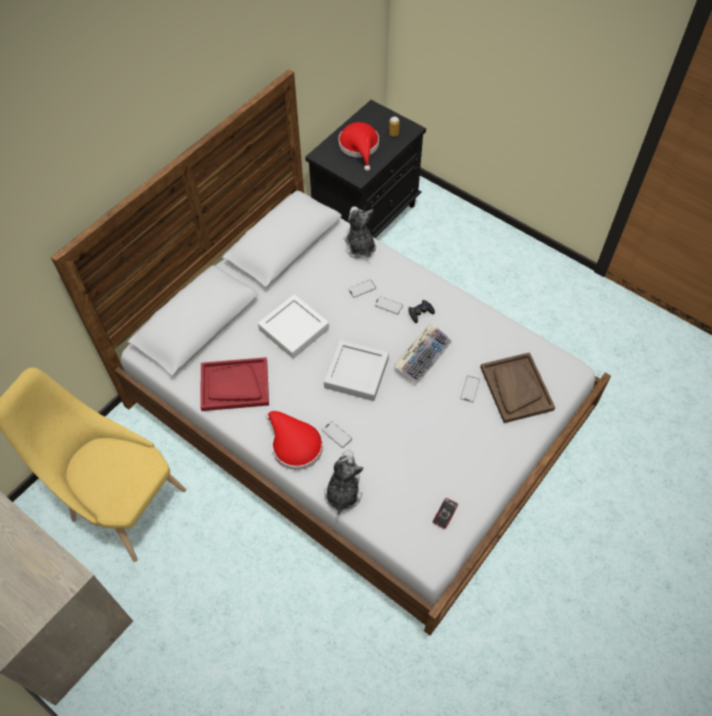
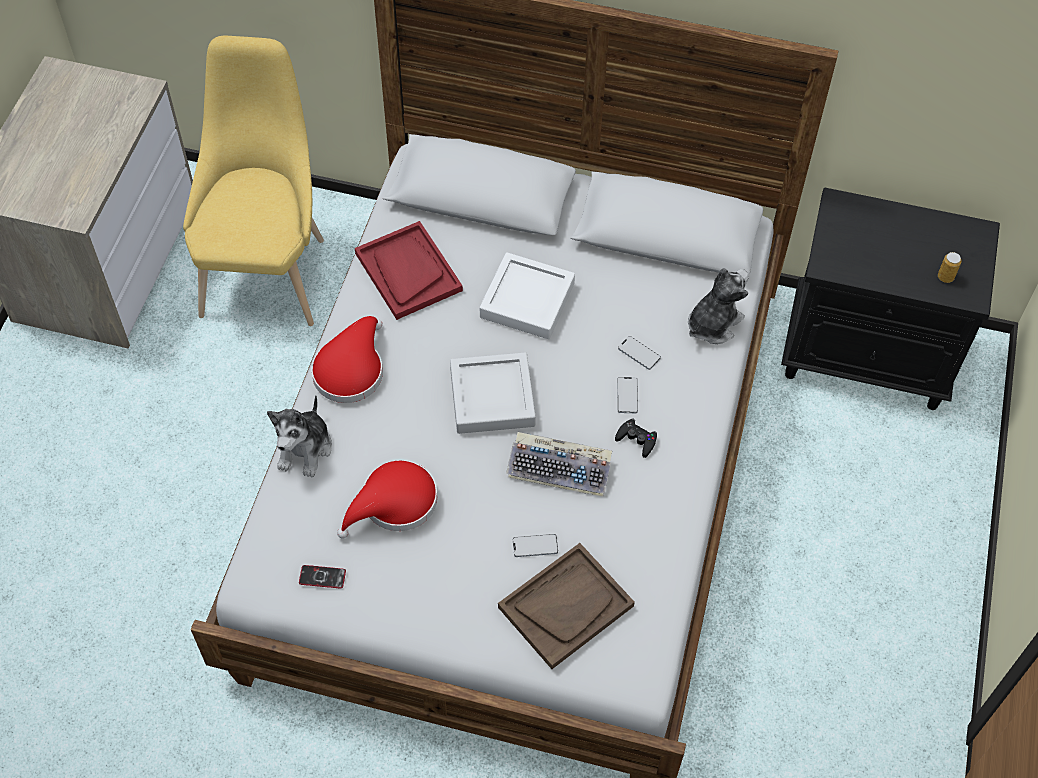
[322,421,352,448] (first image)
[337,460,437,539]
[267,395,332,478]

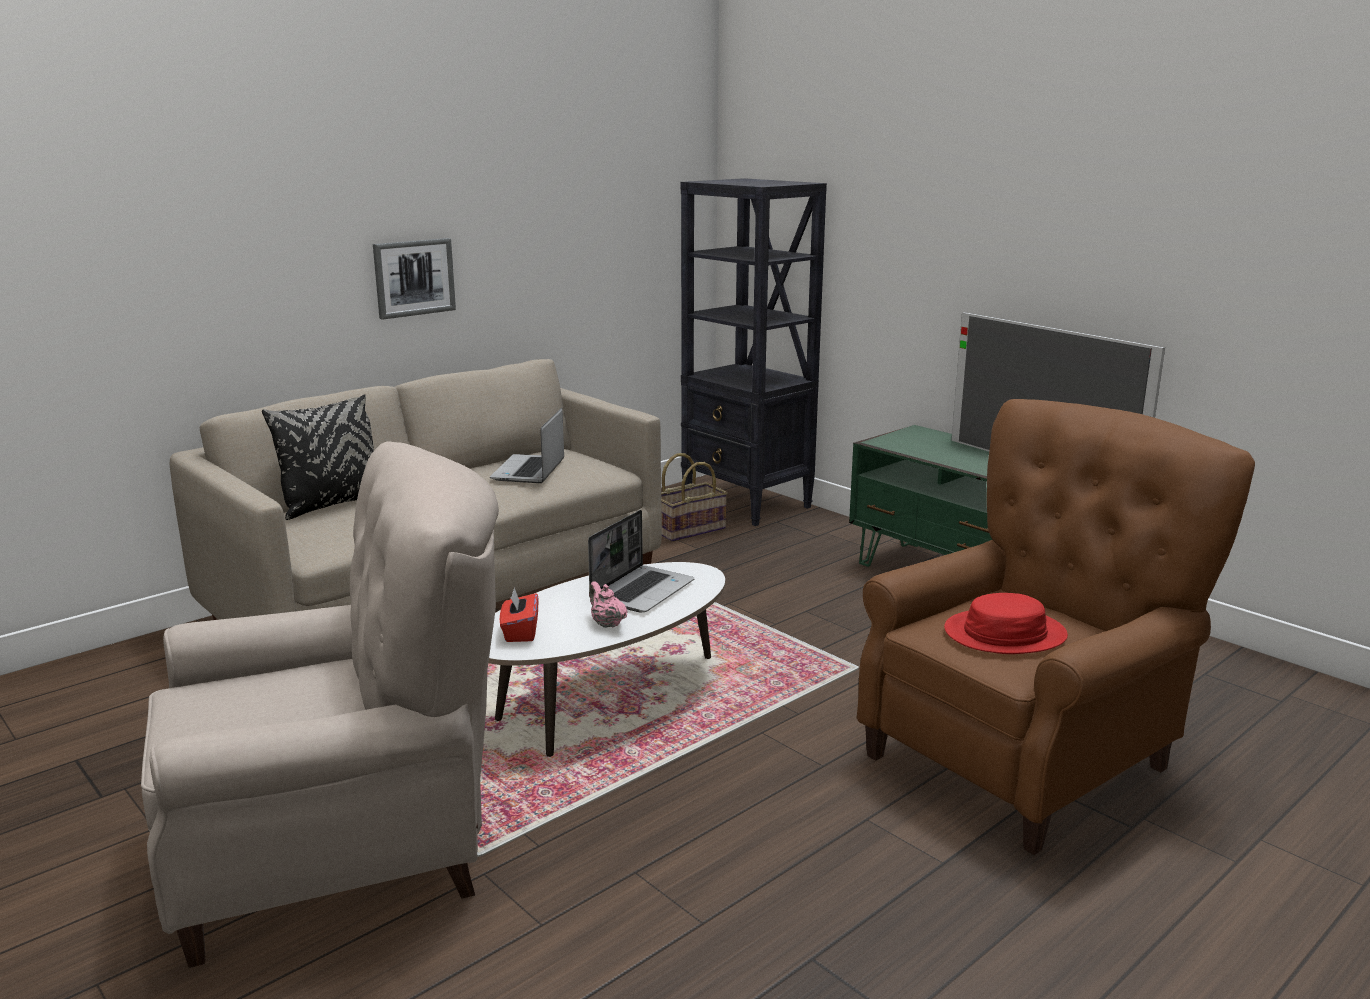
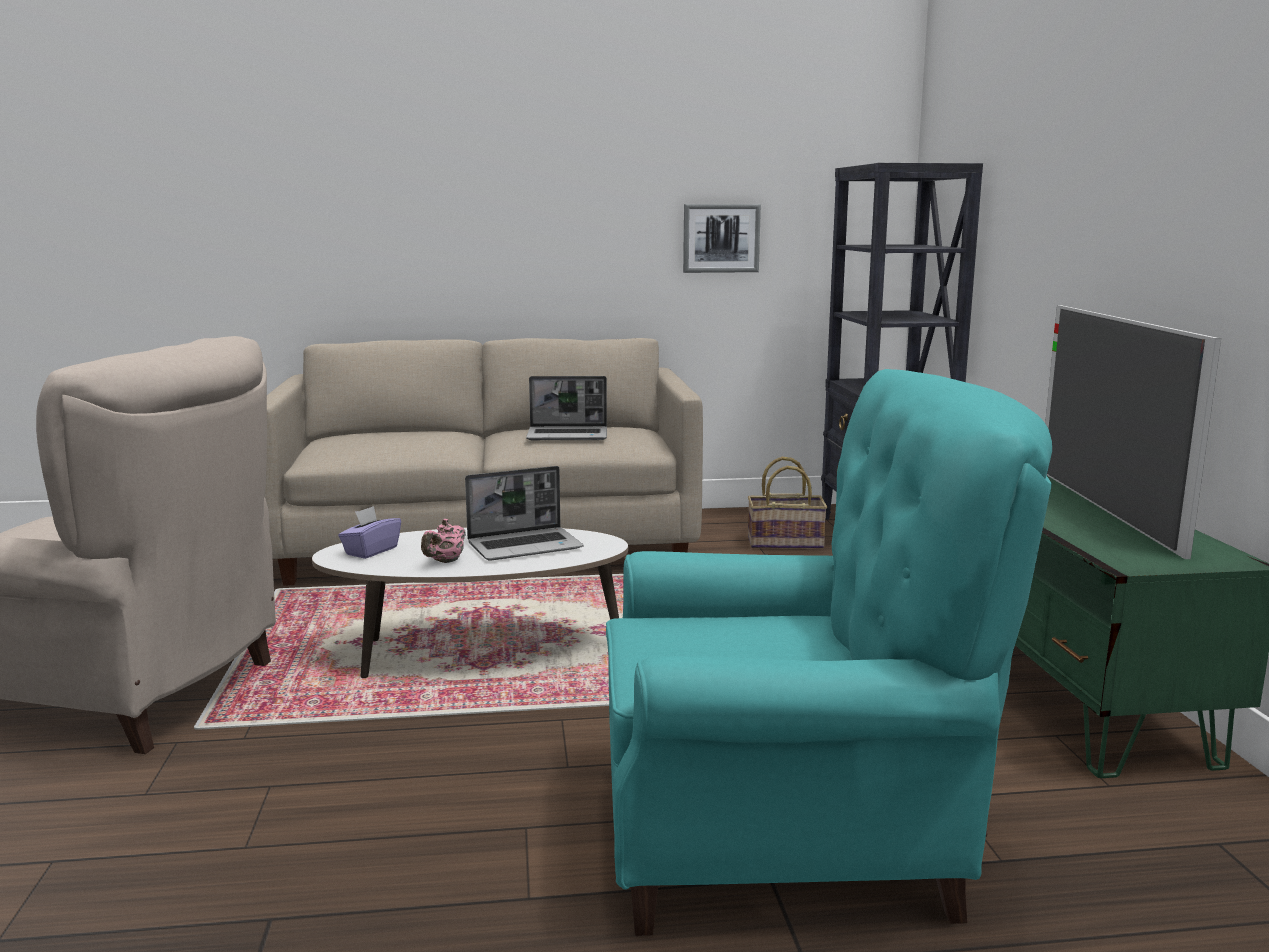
[262,394,374,520] (first image)
[944,593,1068,654] (first image)
[683,204,761,273]
[338,506,401,559]
[606,369,1052,936]
[526,376,607,440]
[421,519,466,563]

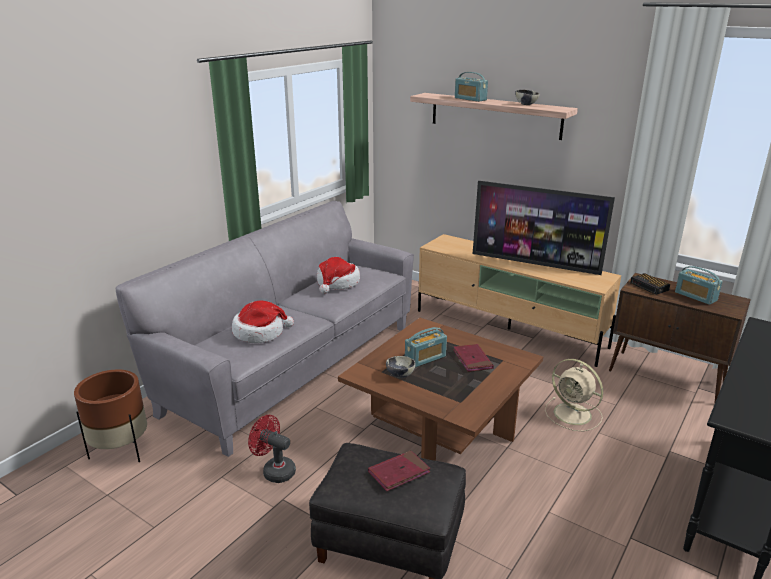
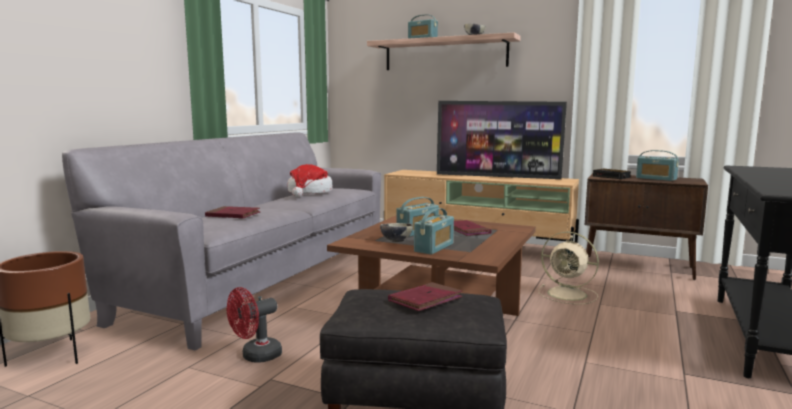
[414,208,454,254]
[205,206,261,219]
[227,287,282,363]

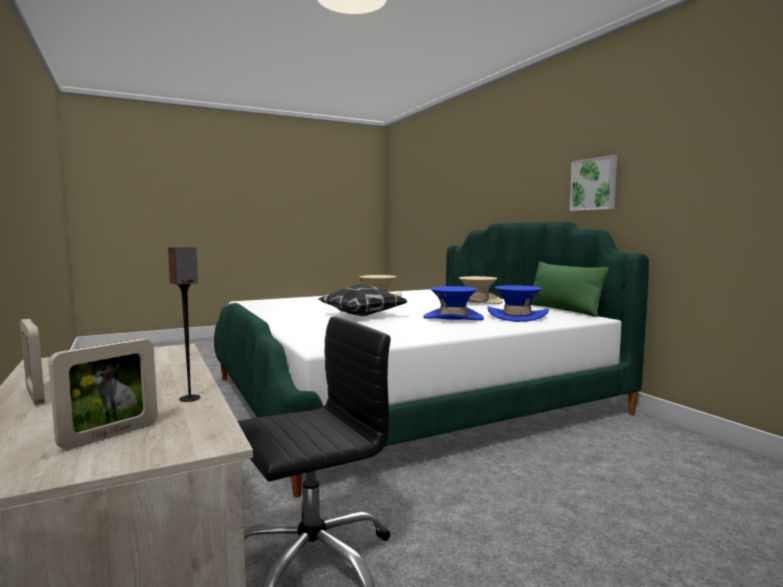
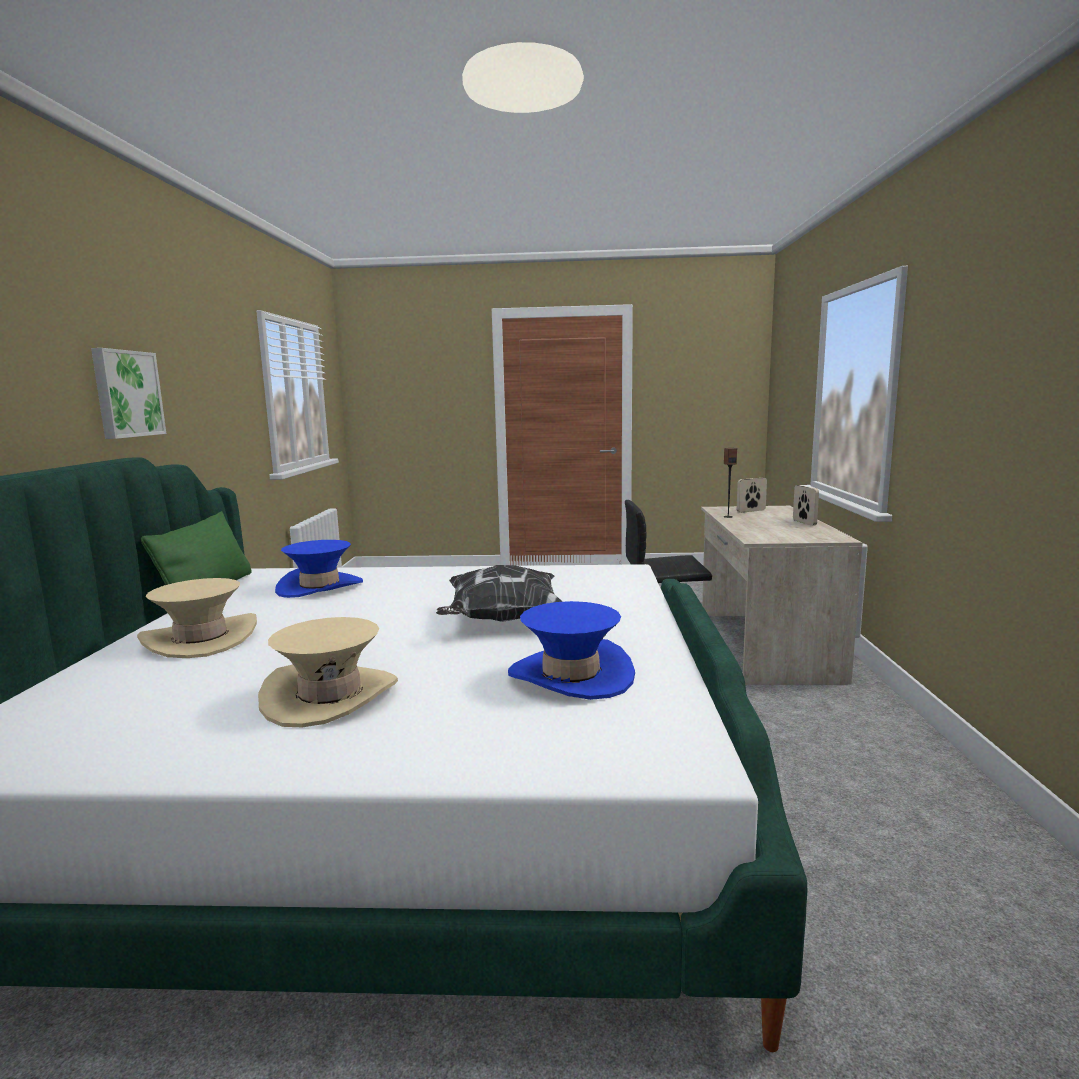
[508,601,635,700]

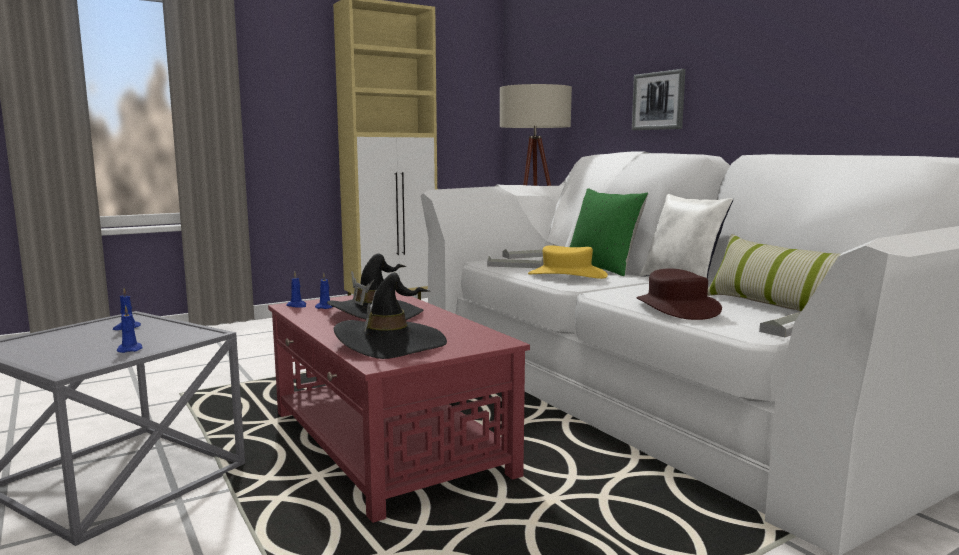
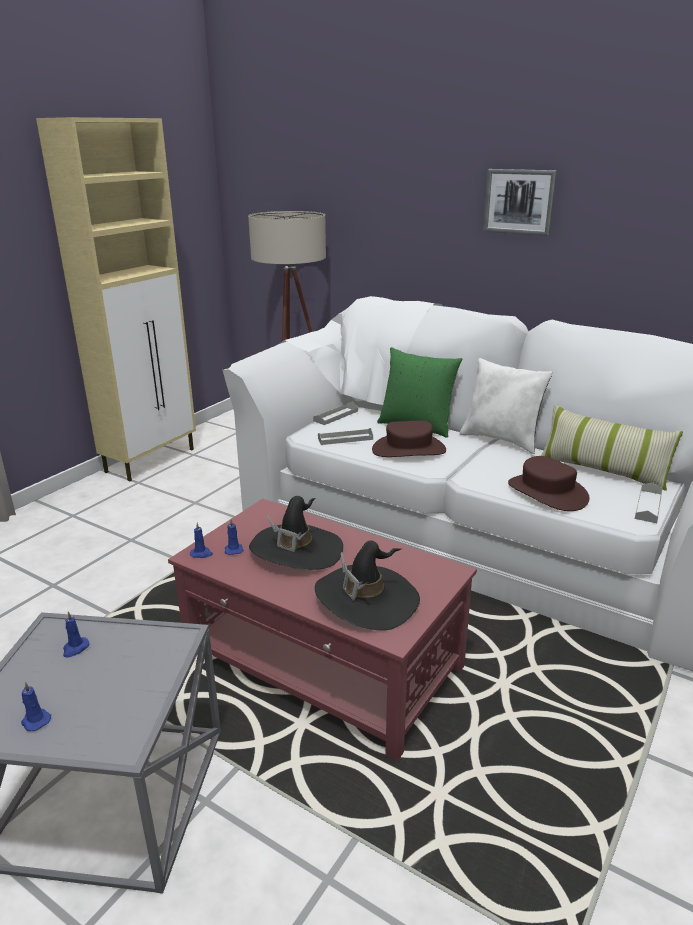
[21,682,51,731]
[483,169,557,236]
[372,420,446,457]

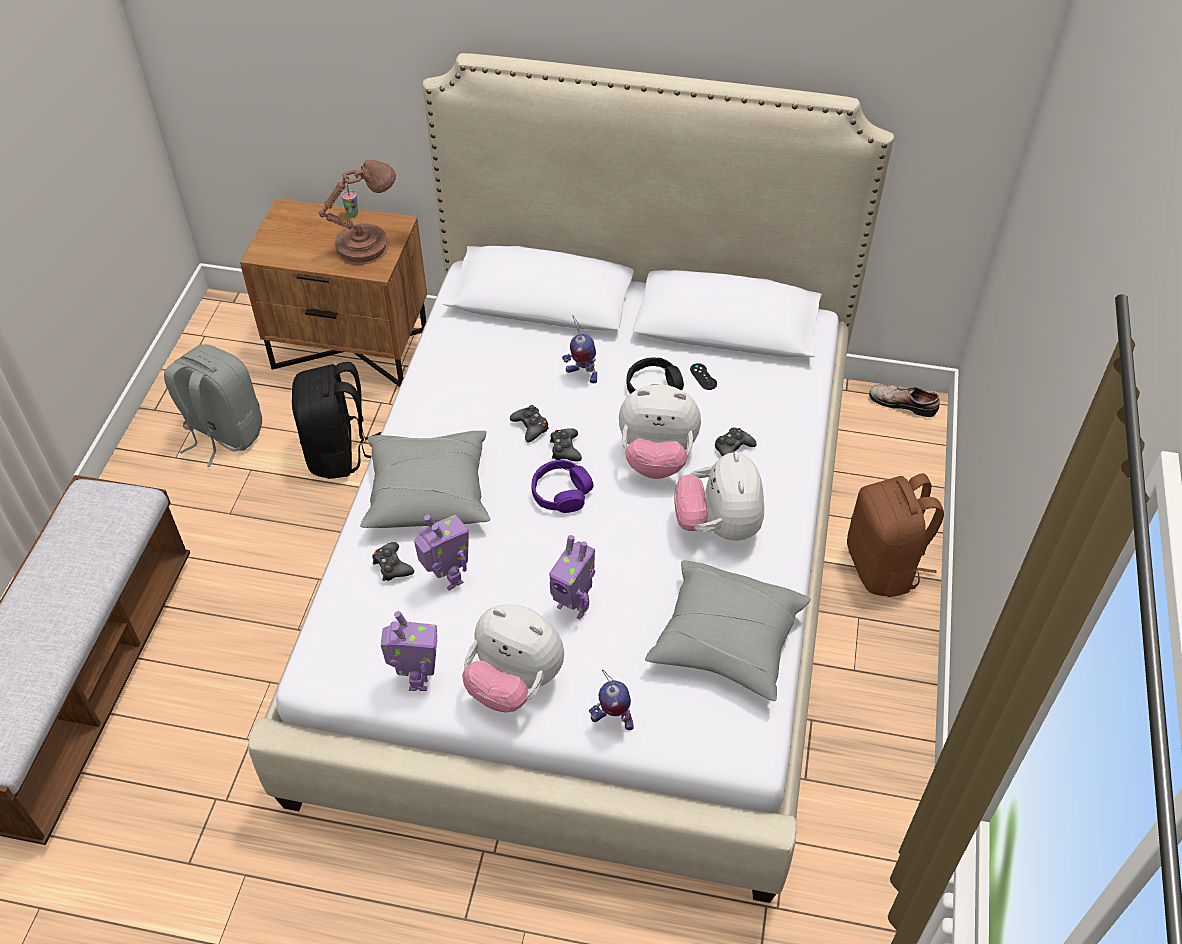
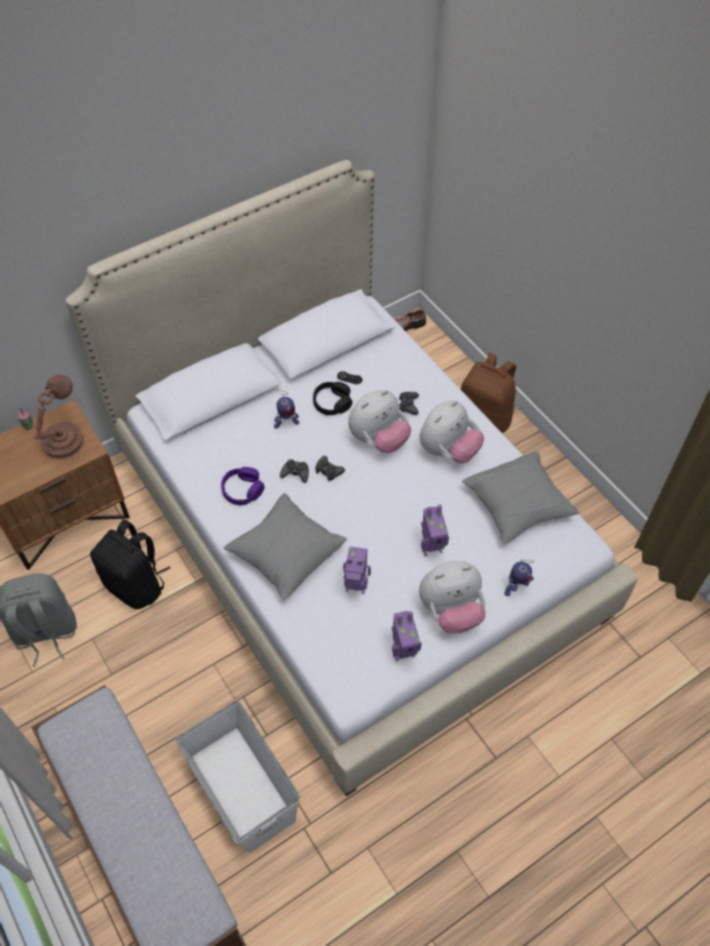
[372,542,414,581] (first image)
[175,700,300,853]
[221,467,265,505]
[391,611,422,662]
[420,400,484,463]

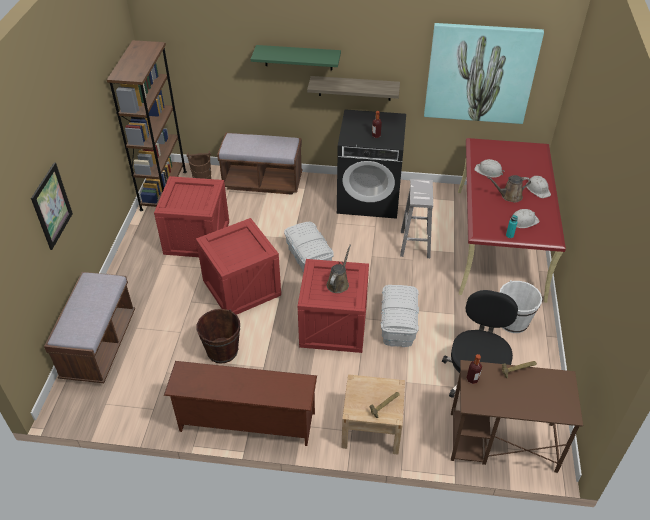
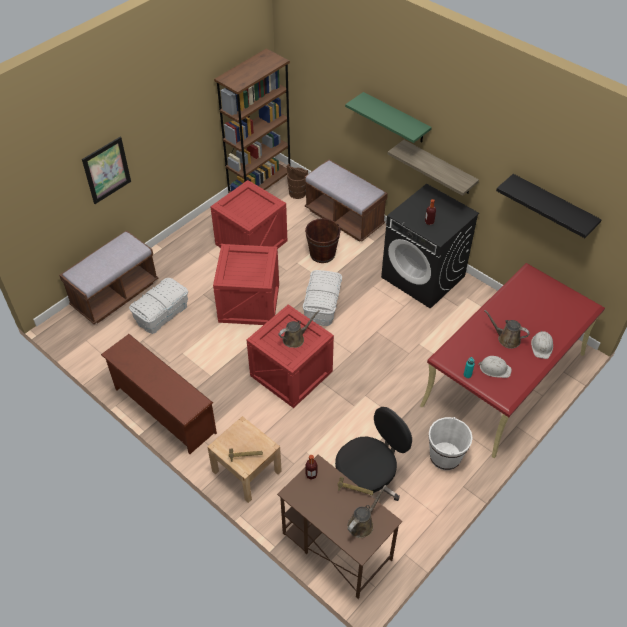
[400,179,433,258] (first image)
[474,159,505,178] (first image)
[347,485,386,538]
[305,218,341,263]
[129,278,188,334]
[496,174,602,238]

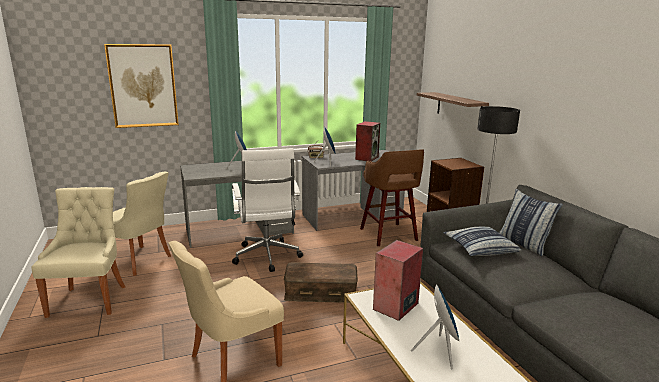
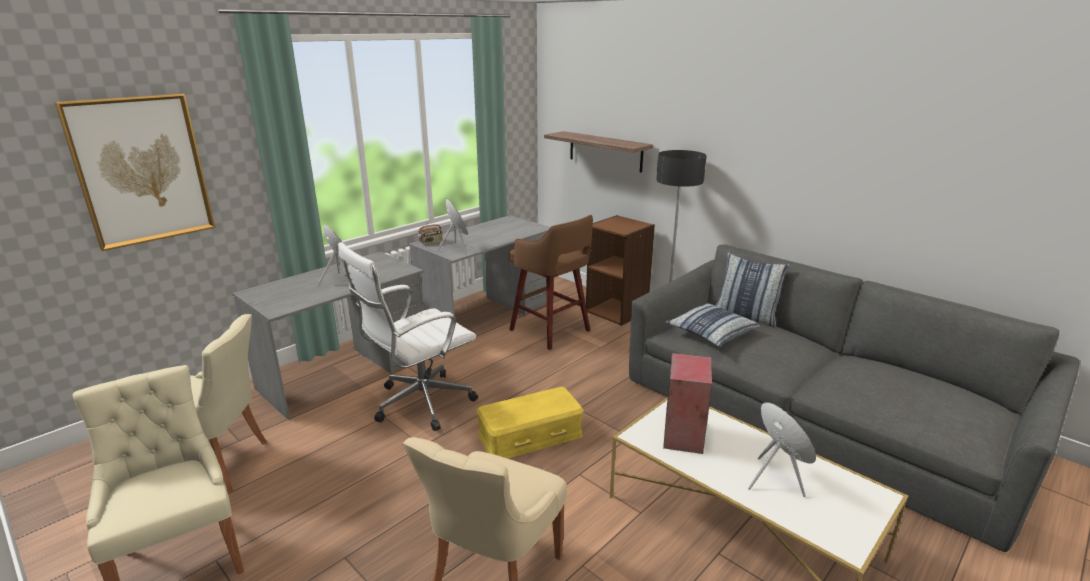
[355,121,380,161] (first image)
[476,387,584,459]
[338,242,478,431]

